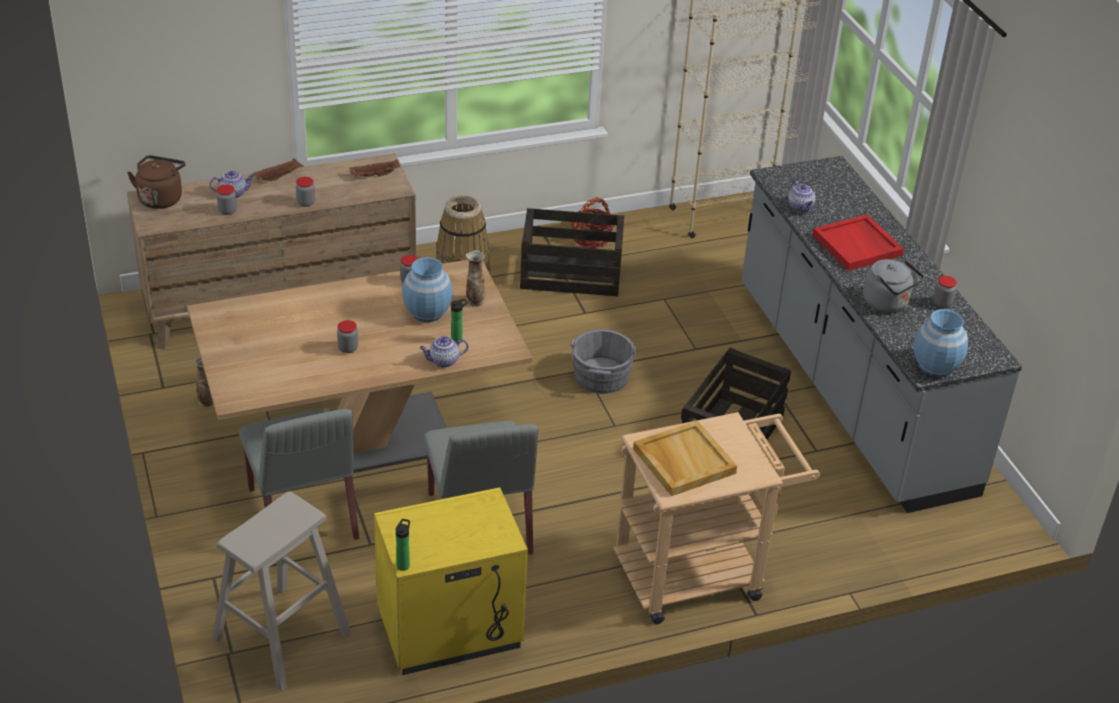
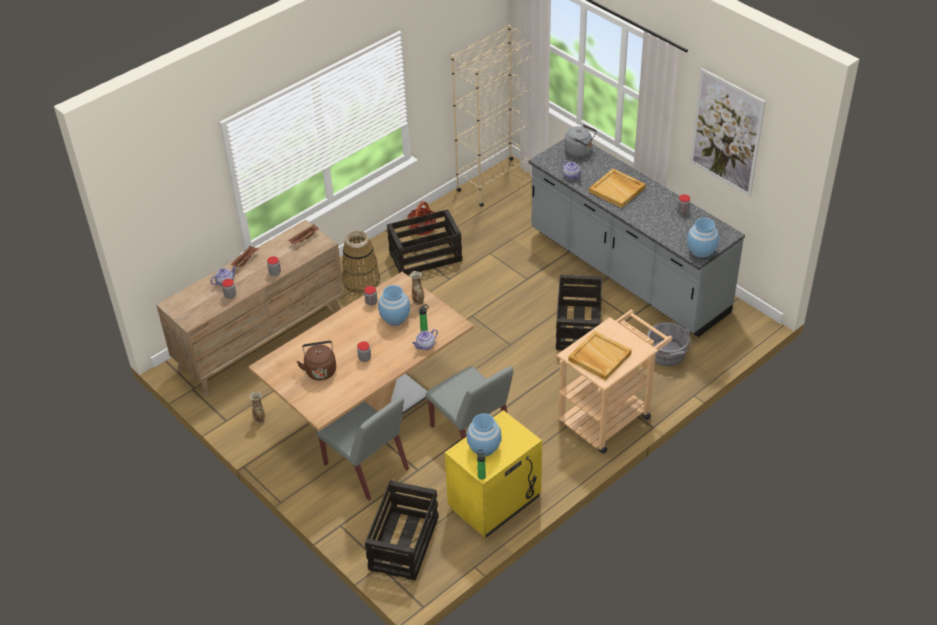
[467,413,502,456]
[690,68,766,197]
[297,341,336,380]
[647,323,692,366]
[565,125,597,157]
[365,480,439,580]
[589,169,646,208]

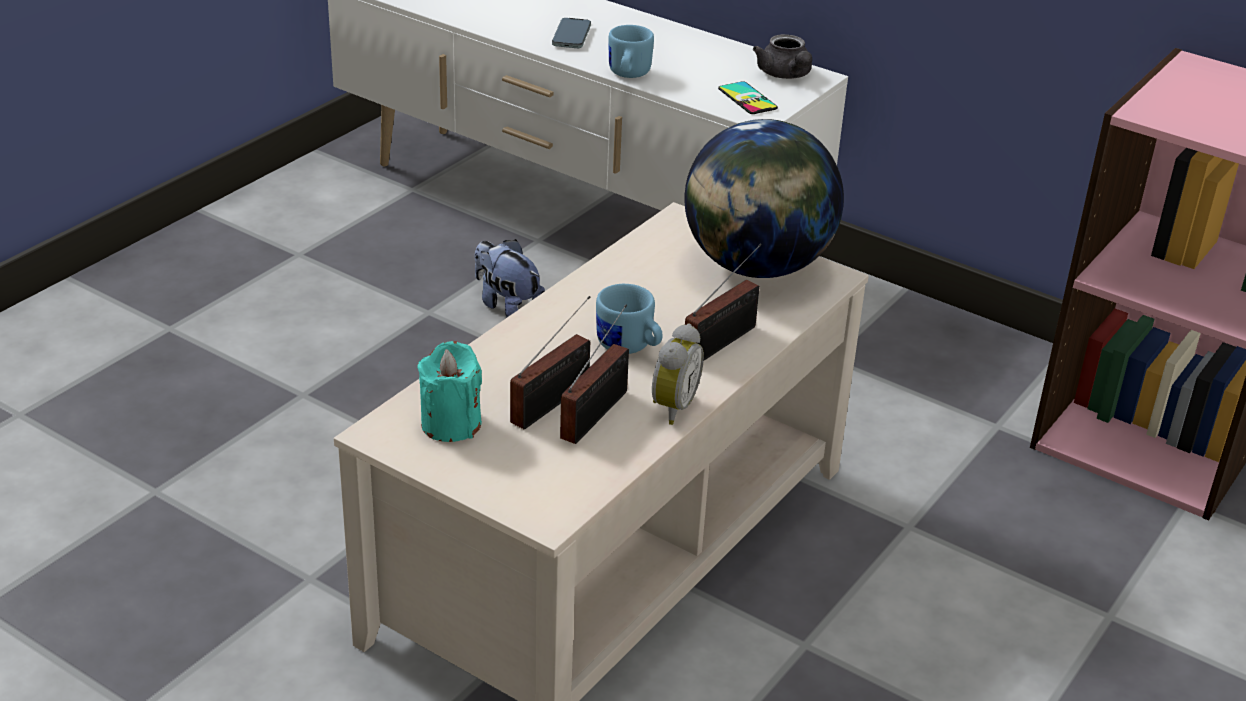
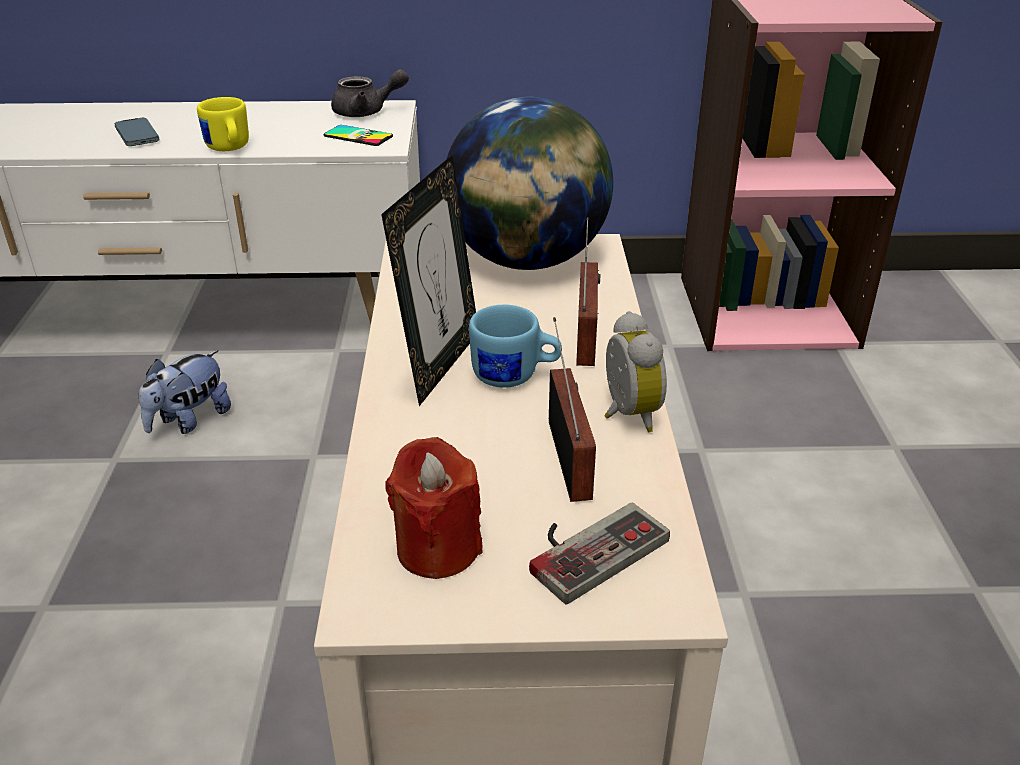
[510,296,590,430] (first image)
[381,155,476,406]
[529,503,670,605]
[385,437,483,579]
[197,97,249,151]
[139,350,231,434]
[331,69,409,117]

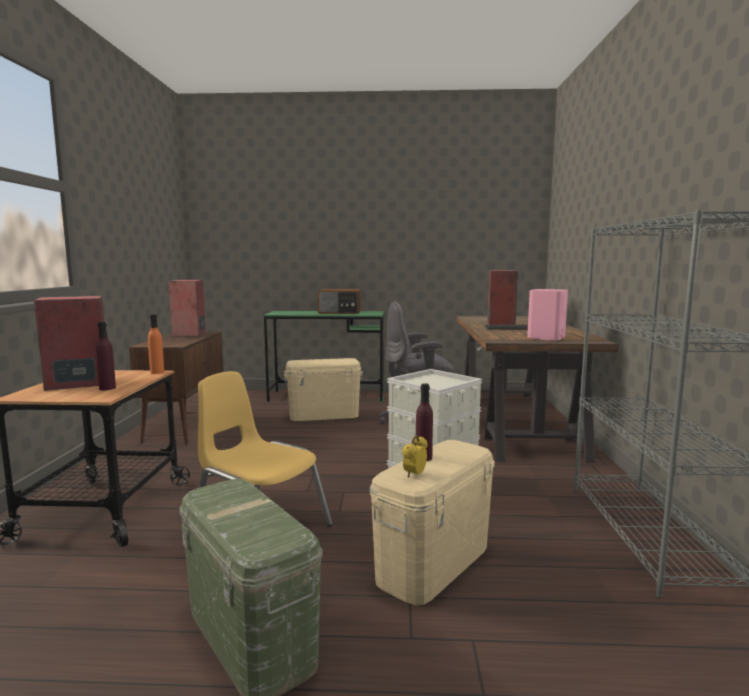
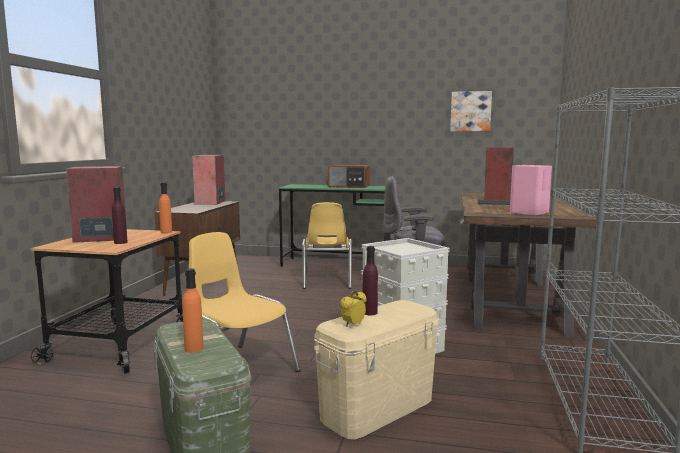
[182,268,204,353]
[450,91,492,131]
[302,202,352,289]

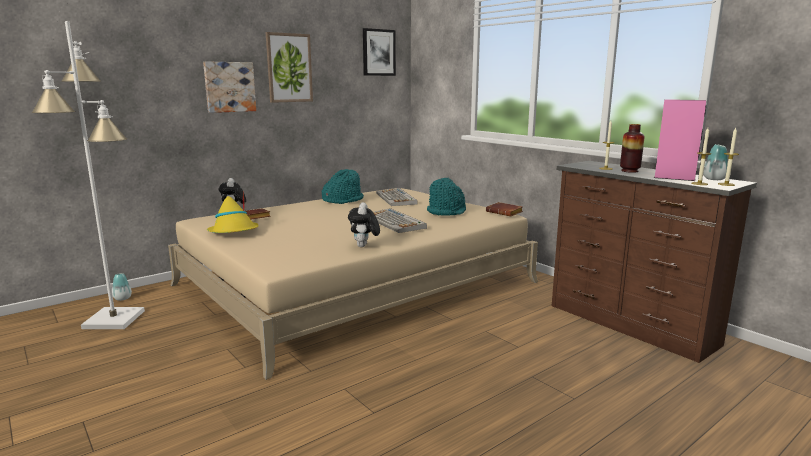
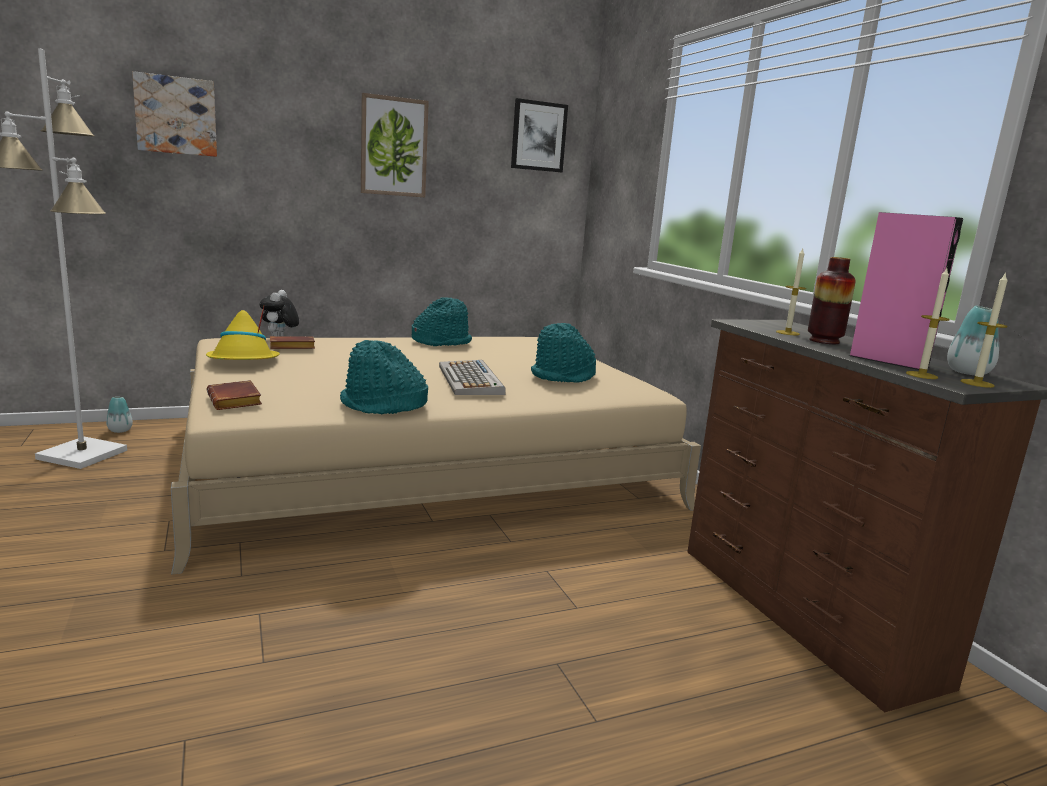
[376,188,418,206] (first image)
[132,71,217,157]
[207,380,262,410]
[340,340,428,414]

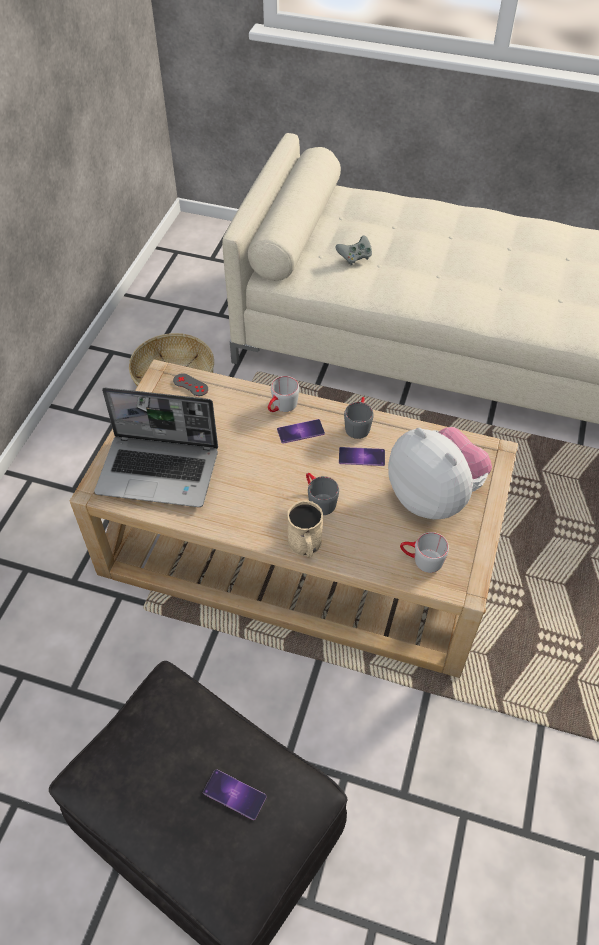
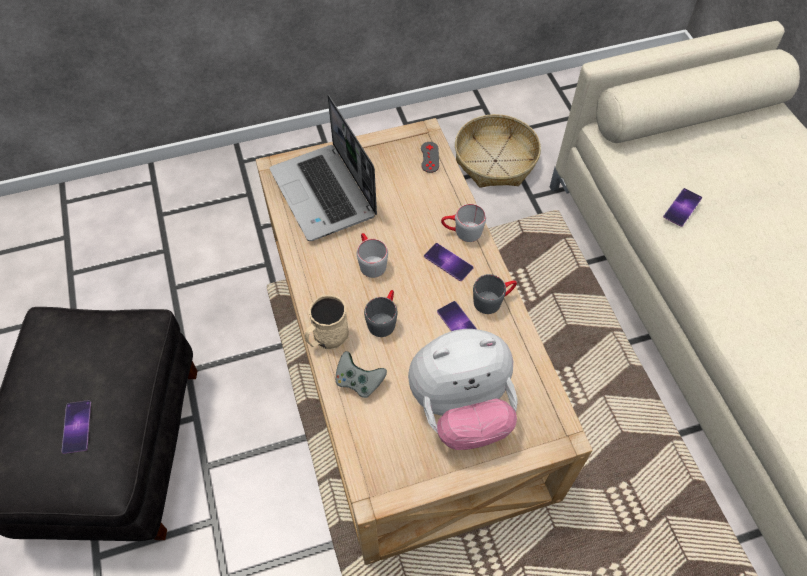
[663,188,702,227]
[336,351,387,398]
[357,233,388,278]
[408,329,518,450]

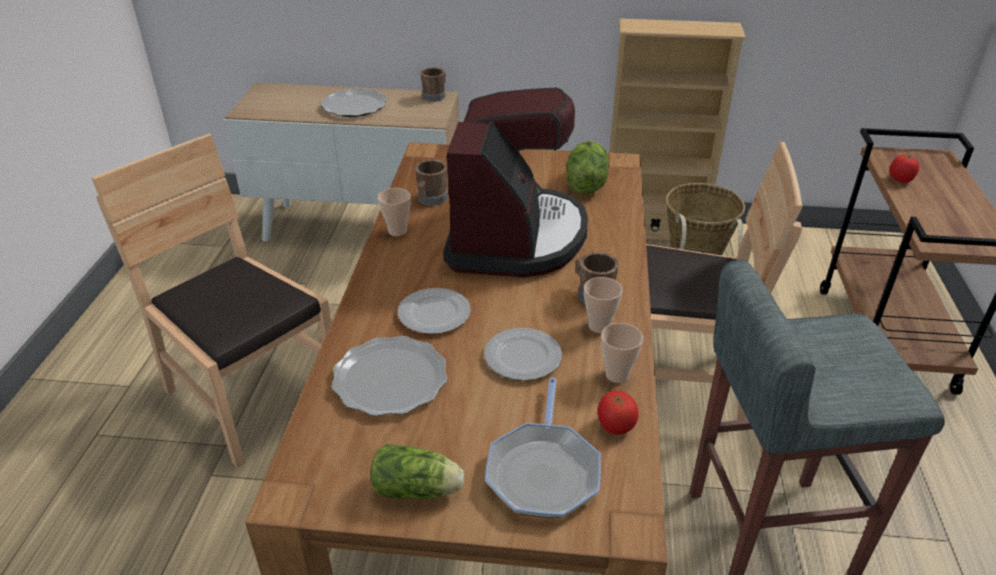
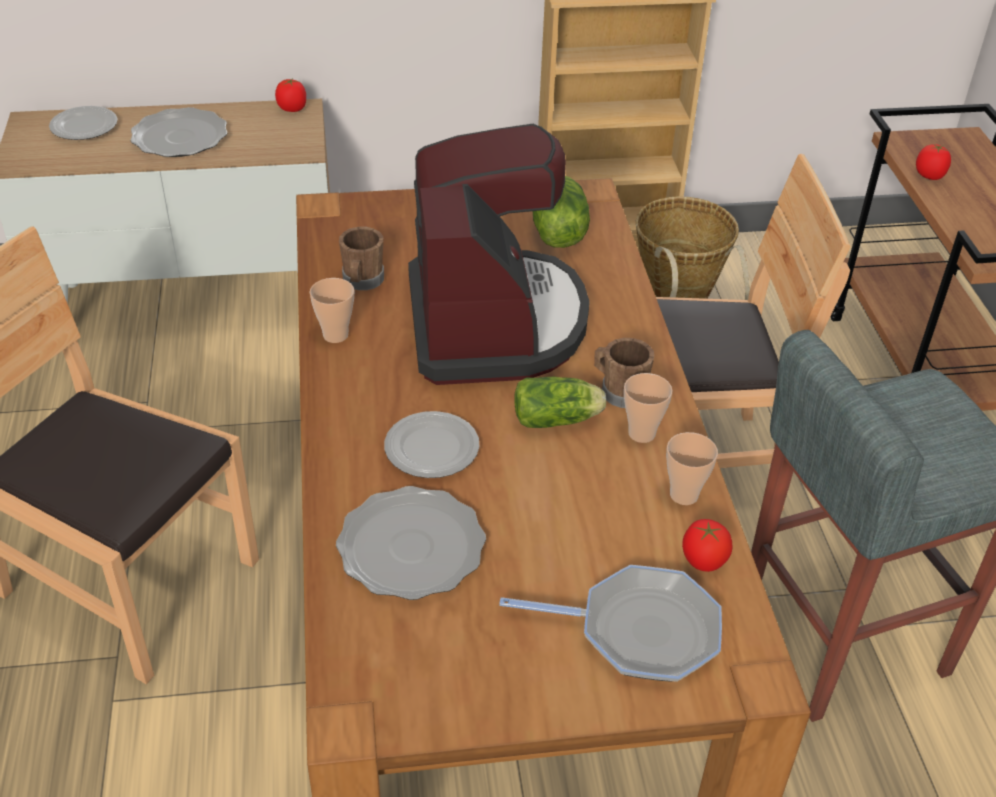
[514,377,606,428]
[49,106,118,140]
[275,78,306,112]
[499,565,722,682]

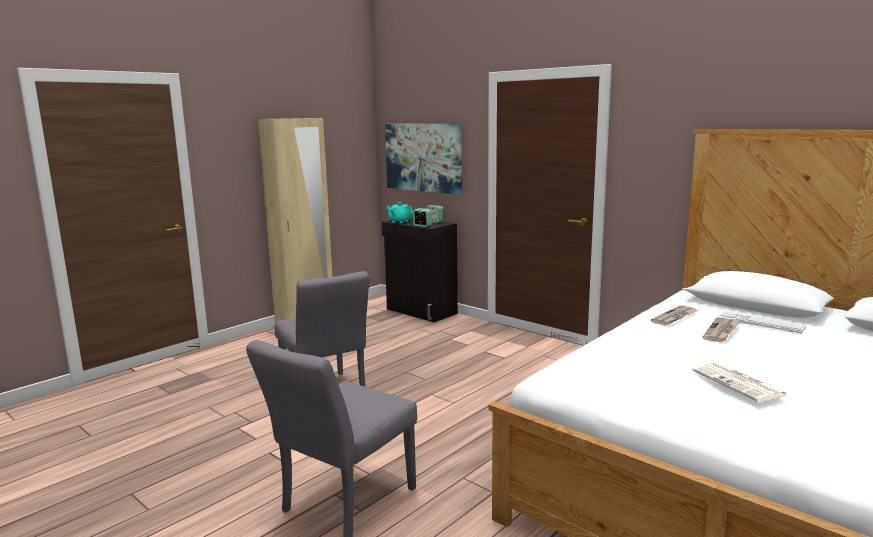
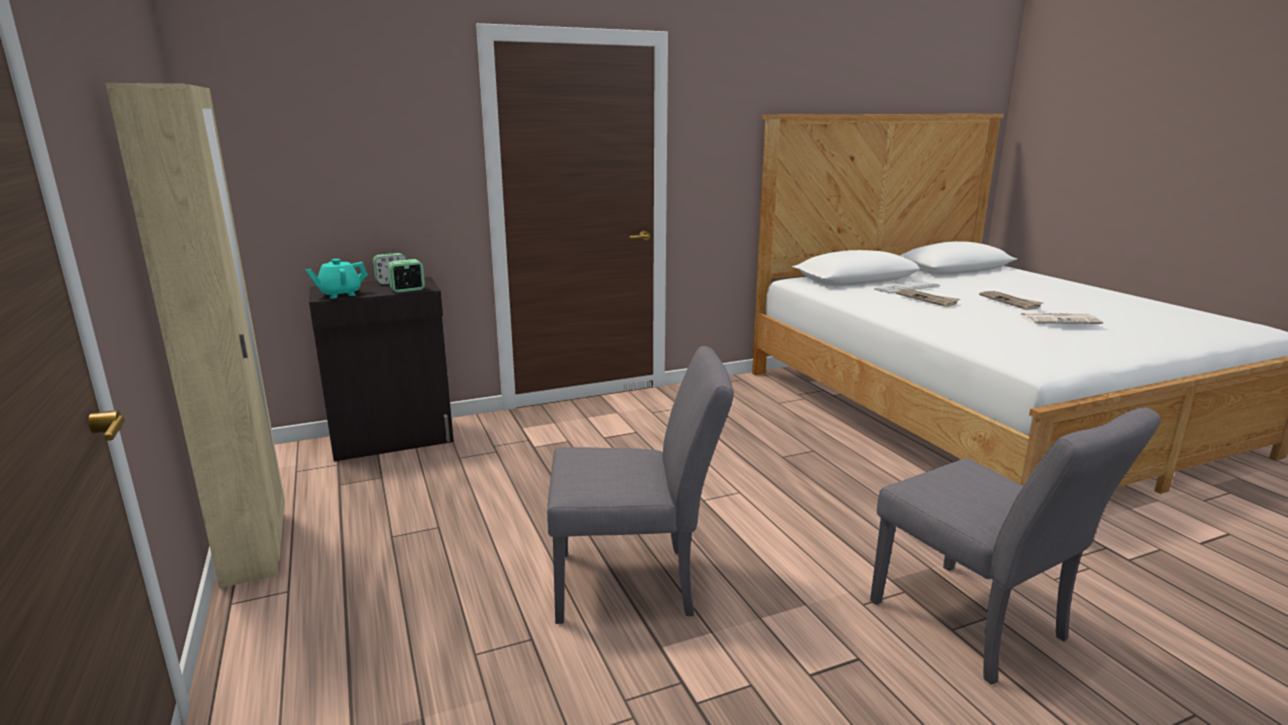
[385,124,462,195] (first image)
[979,291,1043,310]

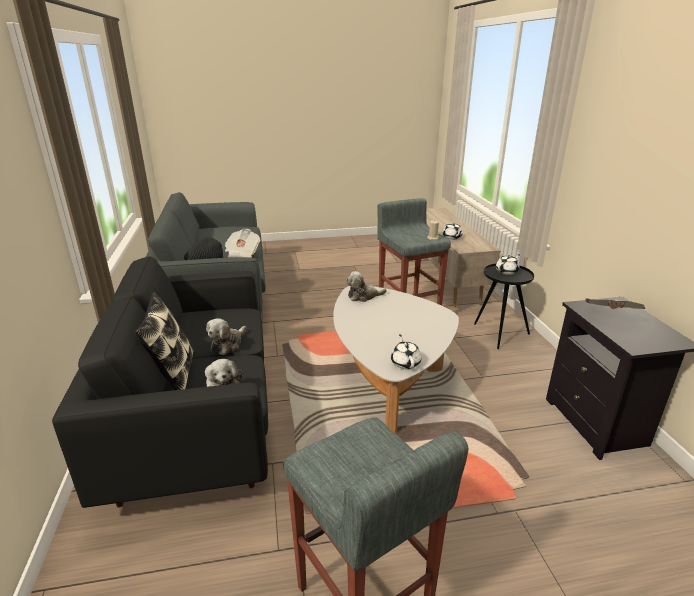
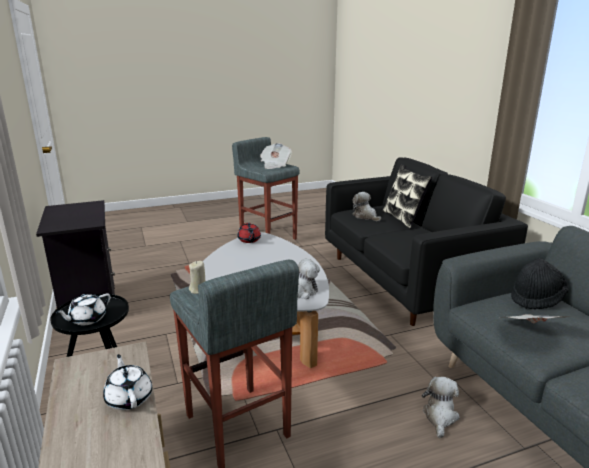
[422,377,460,438]
[260,143,292,169]
[237,223,261,243]

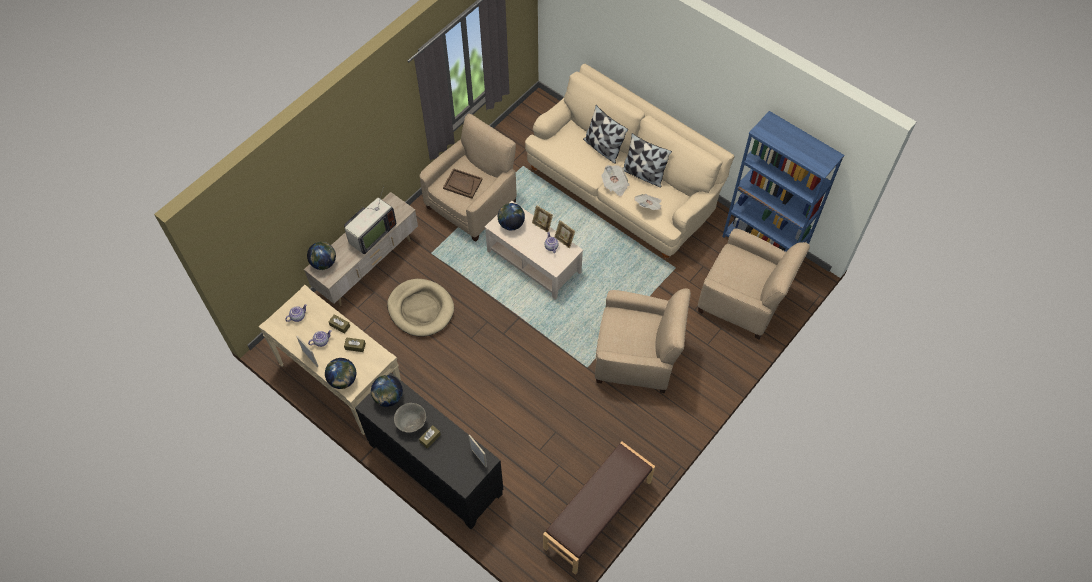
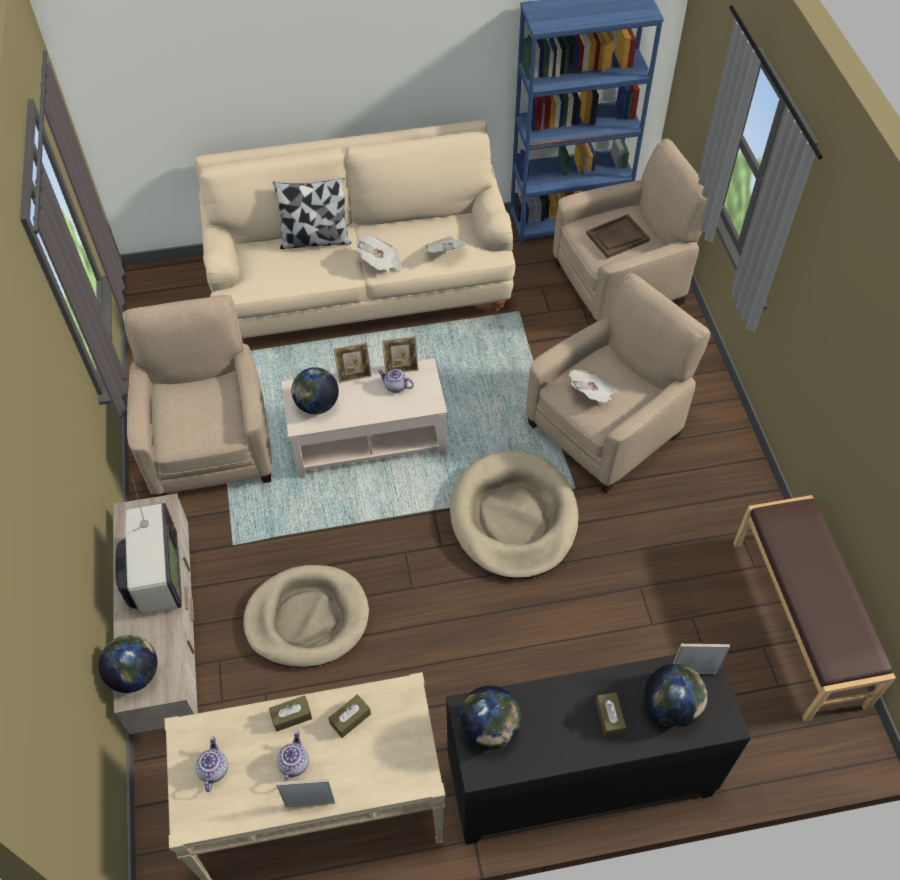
[394,403,426,432] (first image)
[623,133,672,187] (first image)
[450,451,579,579]
[569,369,618,403]
[644,664,708,728]
[586,214,650,258]

